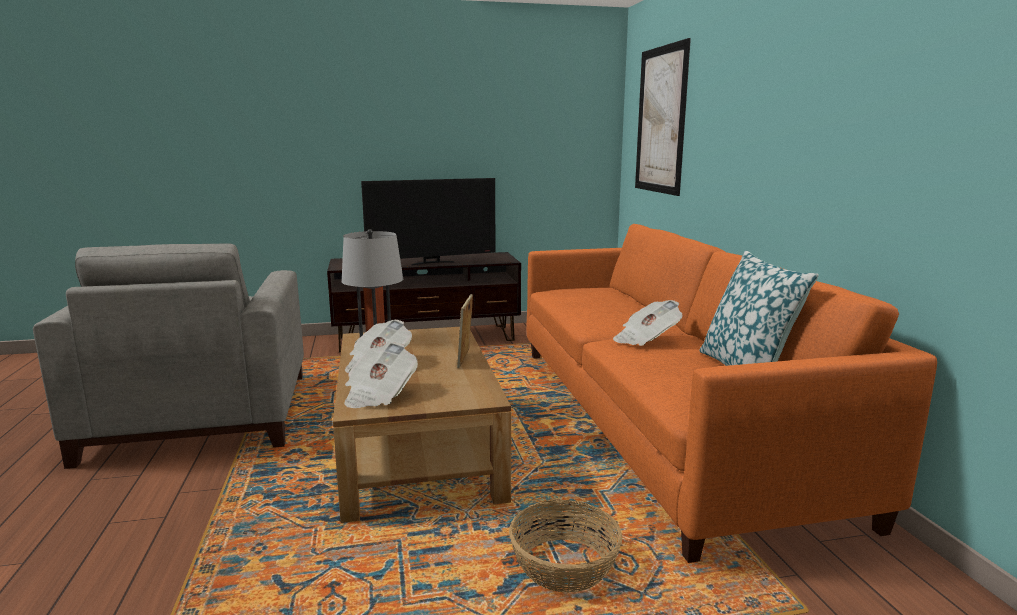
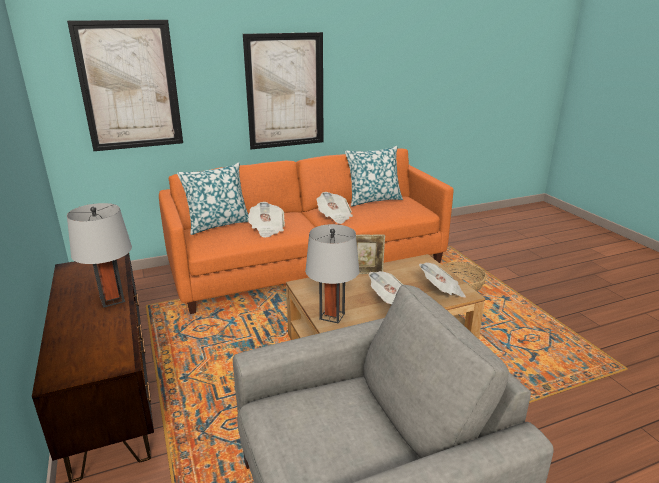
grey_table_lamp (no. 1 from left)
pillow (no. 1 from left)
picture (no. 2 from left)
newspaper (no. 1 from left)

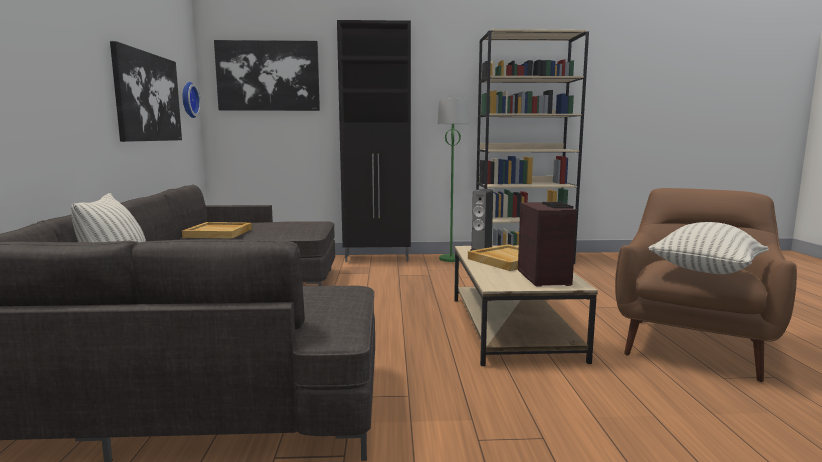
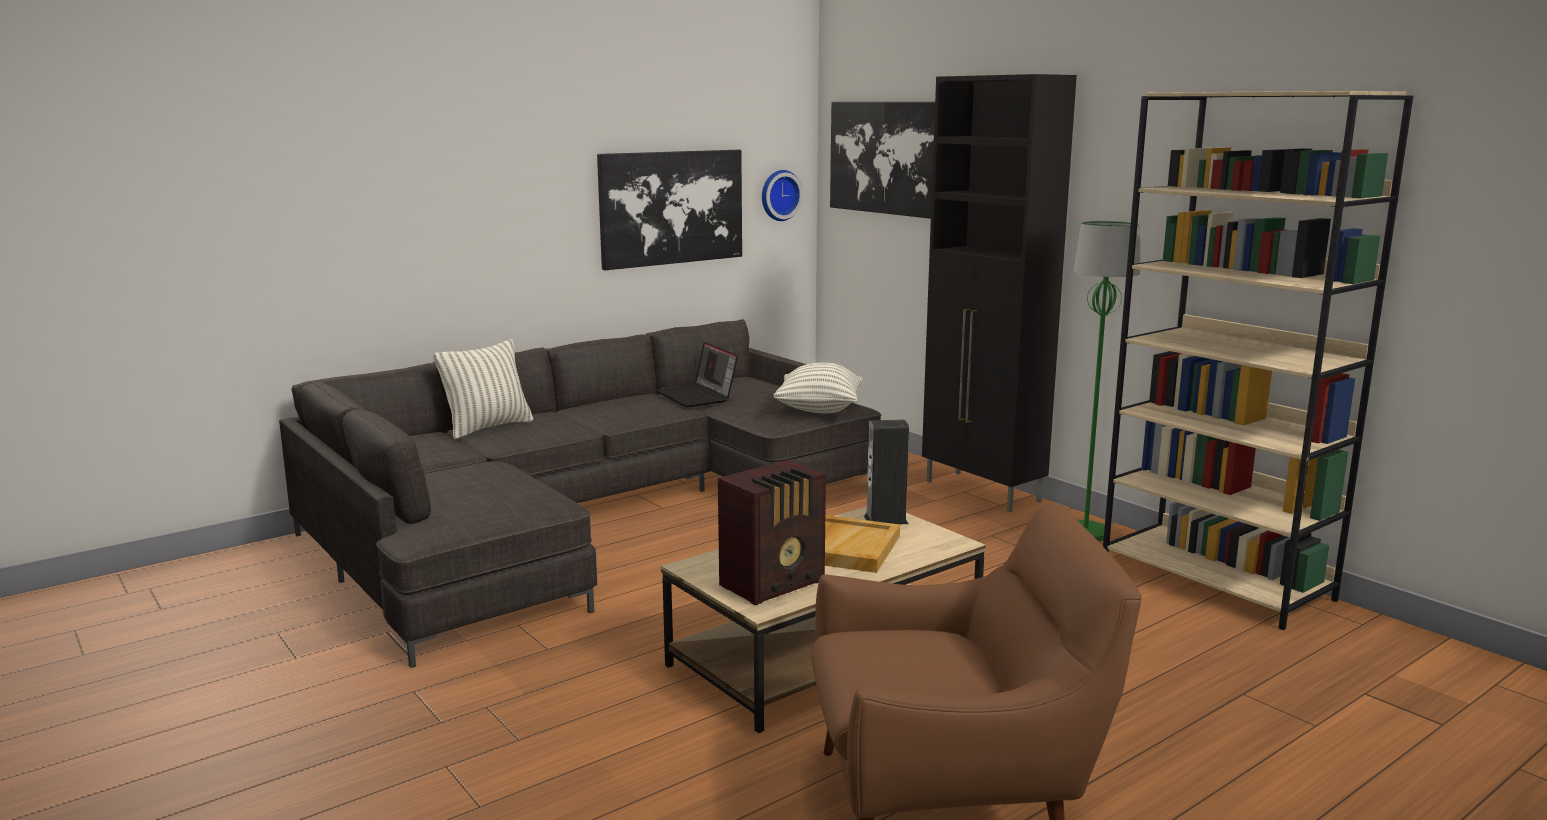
laptop
pillow (no. 2 from left)

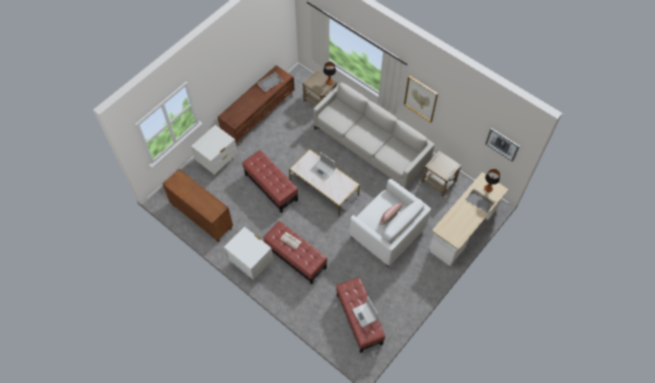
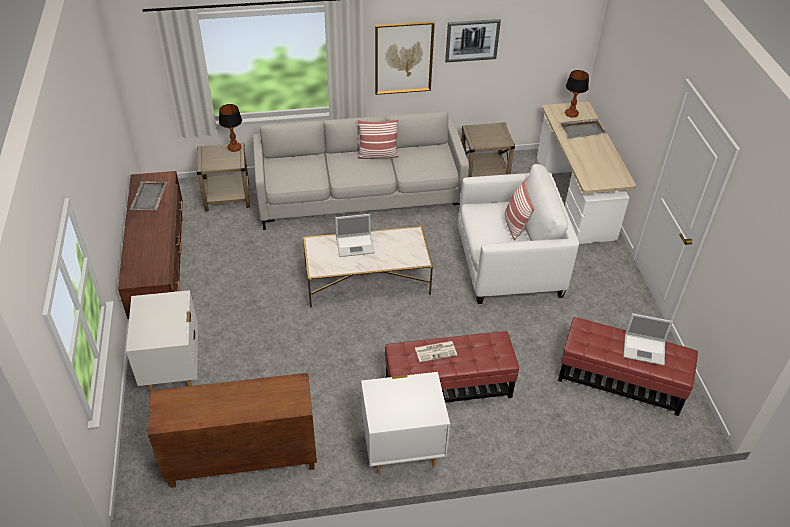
pillow (no. 1 from left)
picture (no. 2 from left)
red_ottoman (no. 1 from left in the first image)

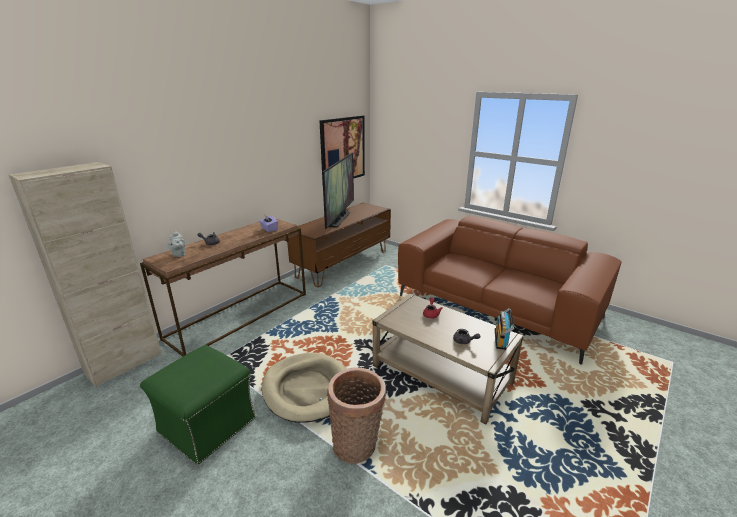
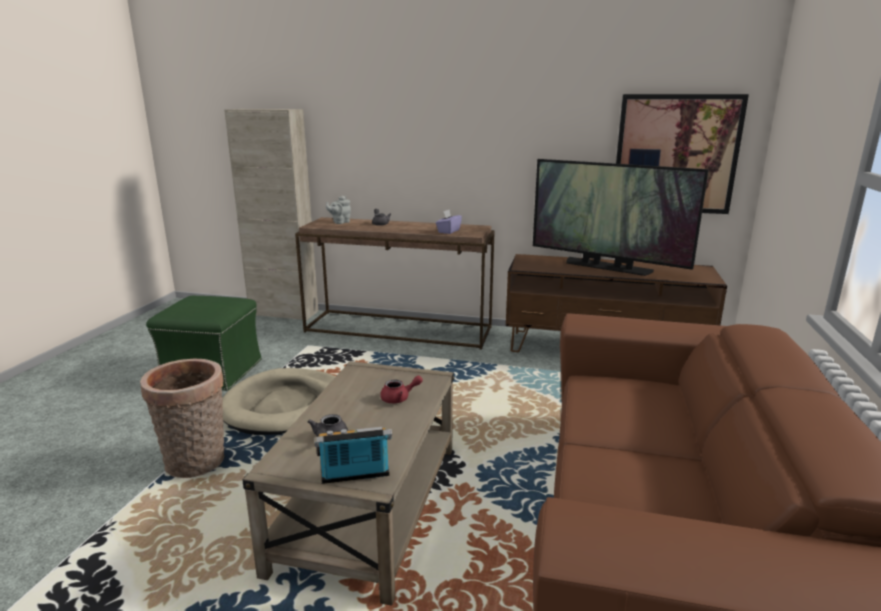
television

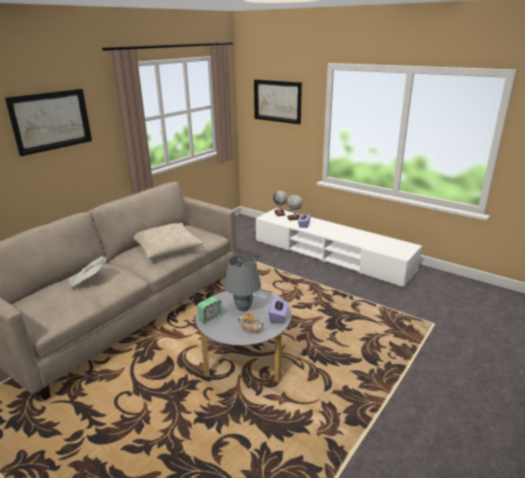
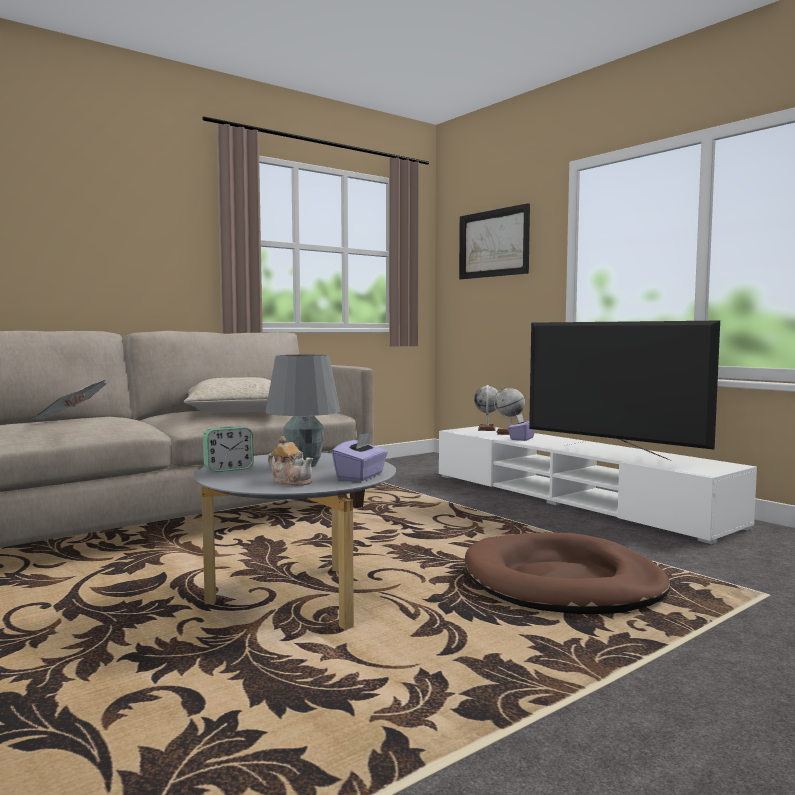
brown_dog_bed
television
picture (no. 1 from left in the first image)

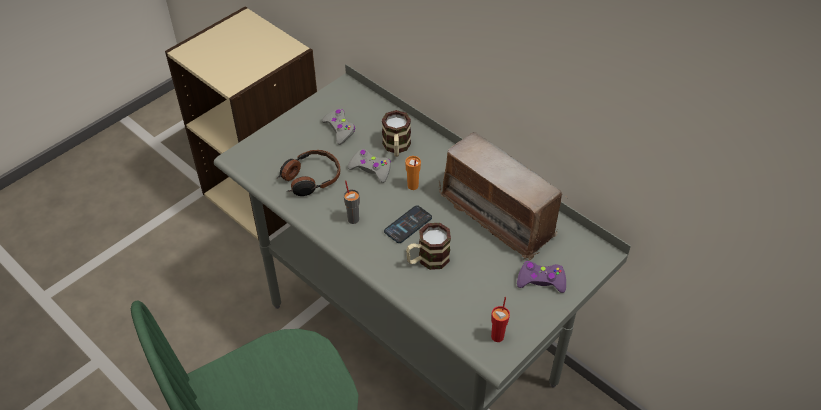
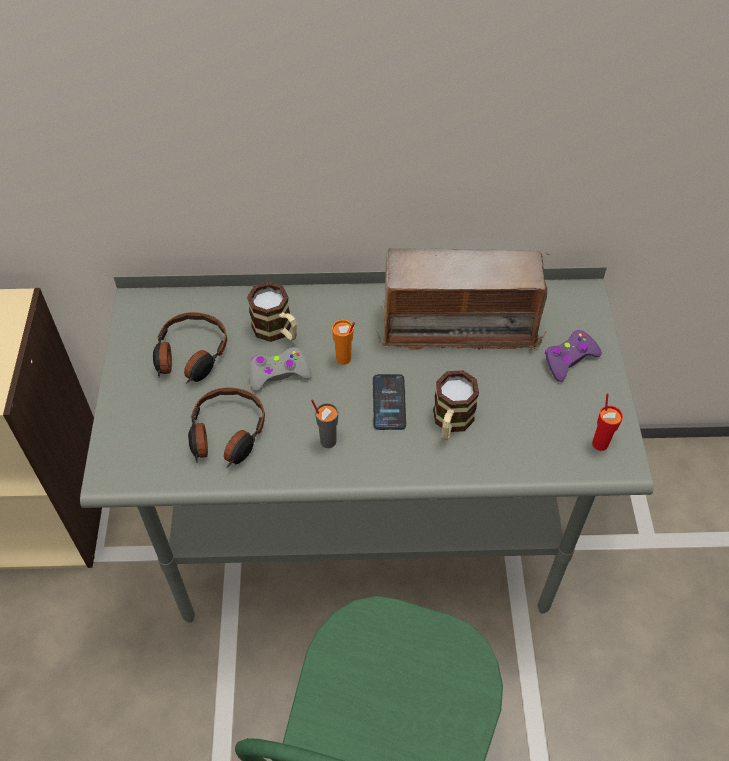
headphones (no. 1 from left)

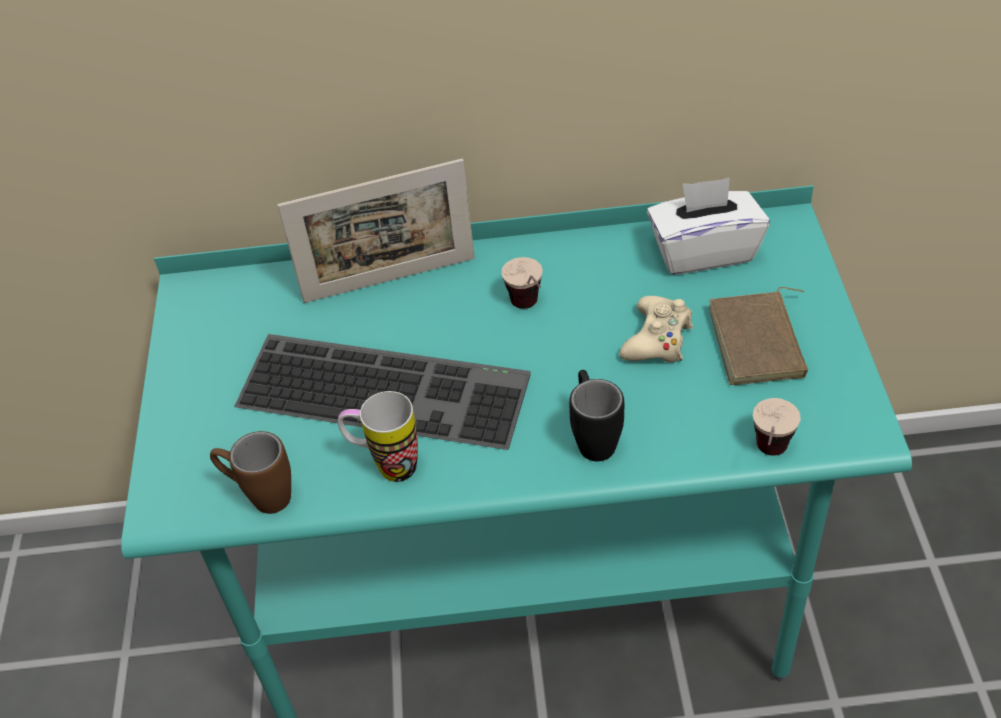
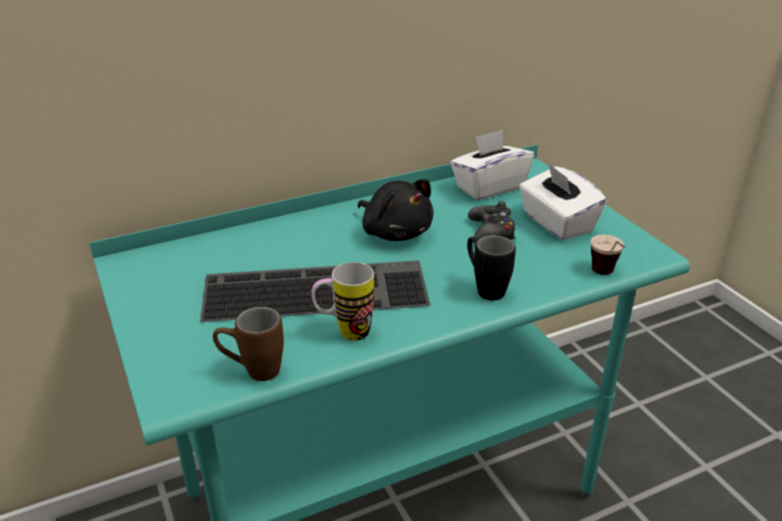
black_plush_toy
black_game_controller
white_tissue_box (no. 2 from left)
picture_frame

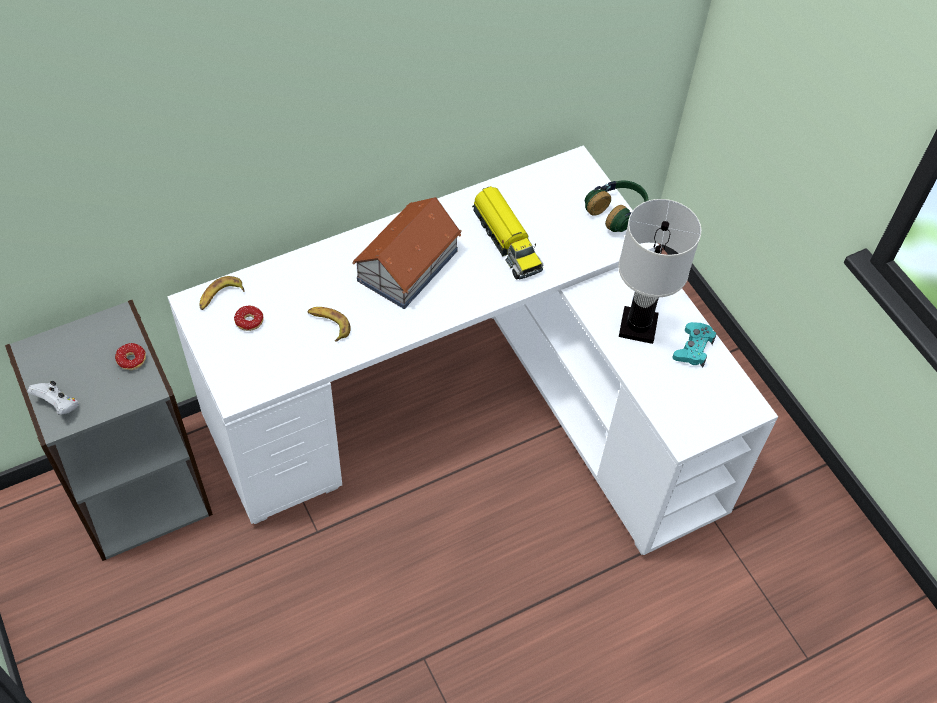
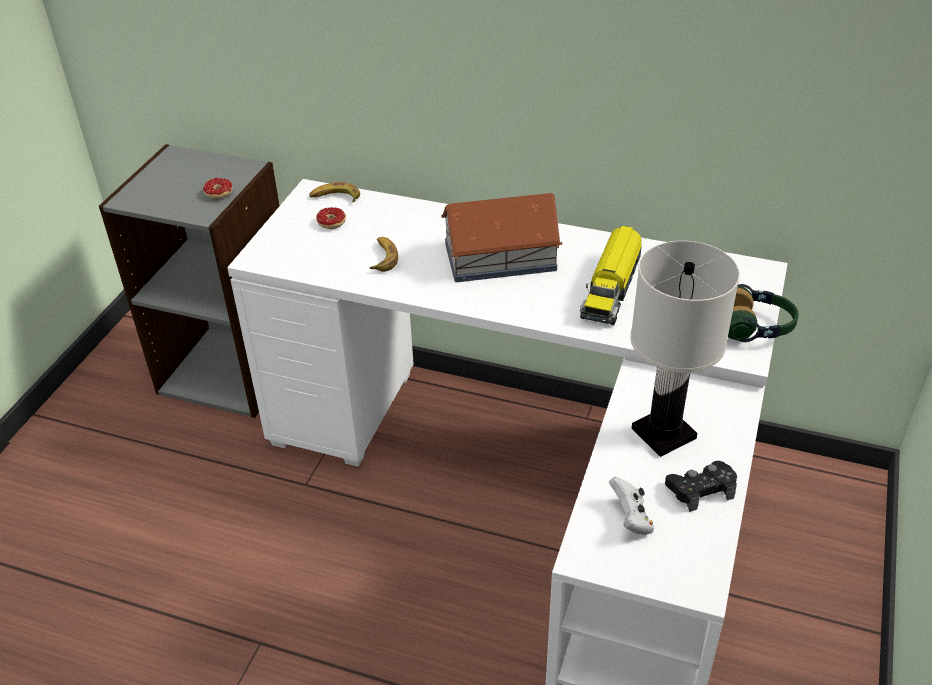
white_game_controller
black_game_controller

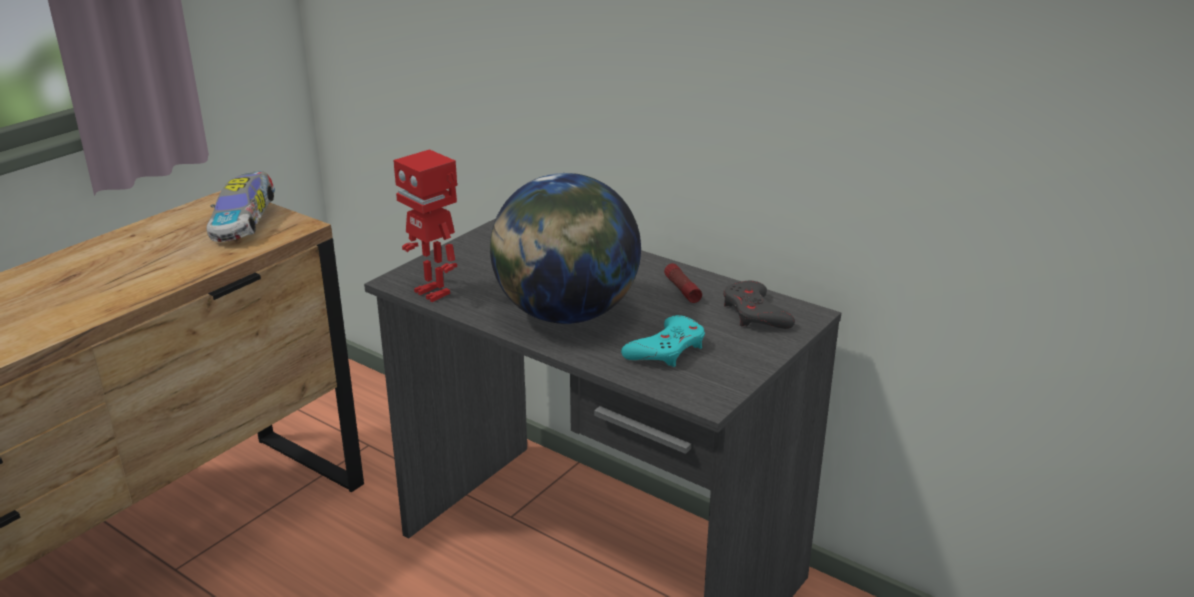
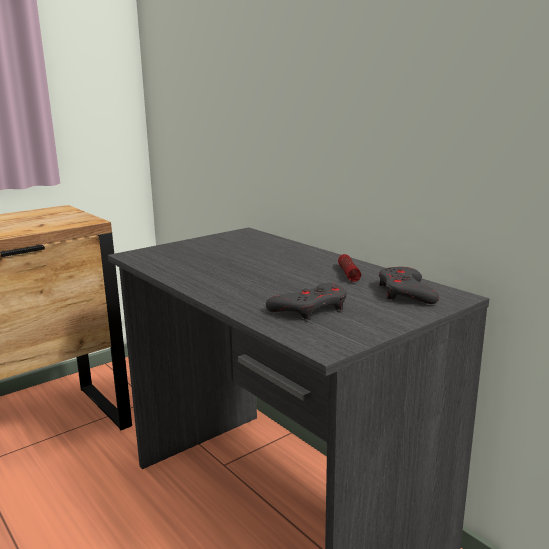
grey_game_controller (no. 1 from left)
toy_car
toy_robot
globe

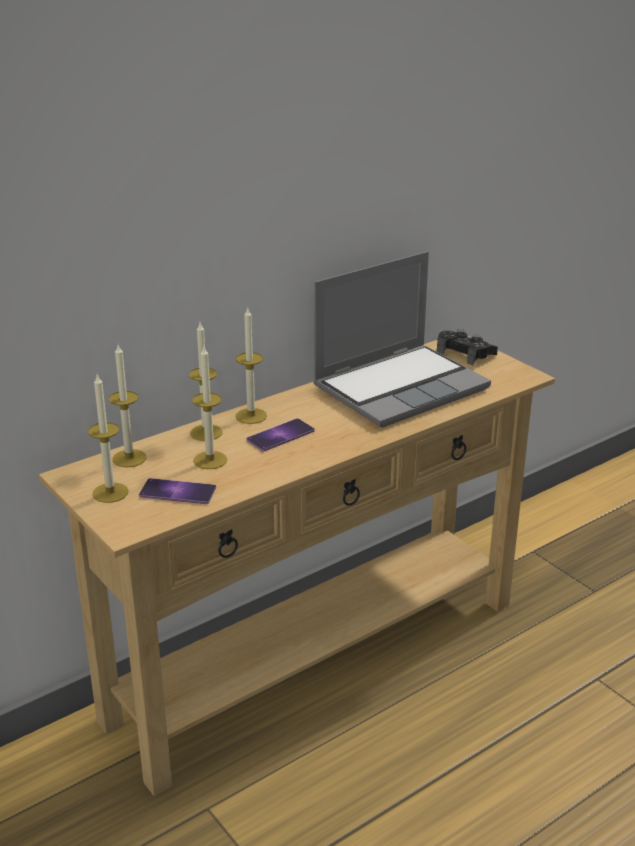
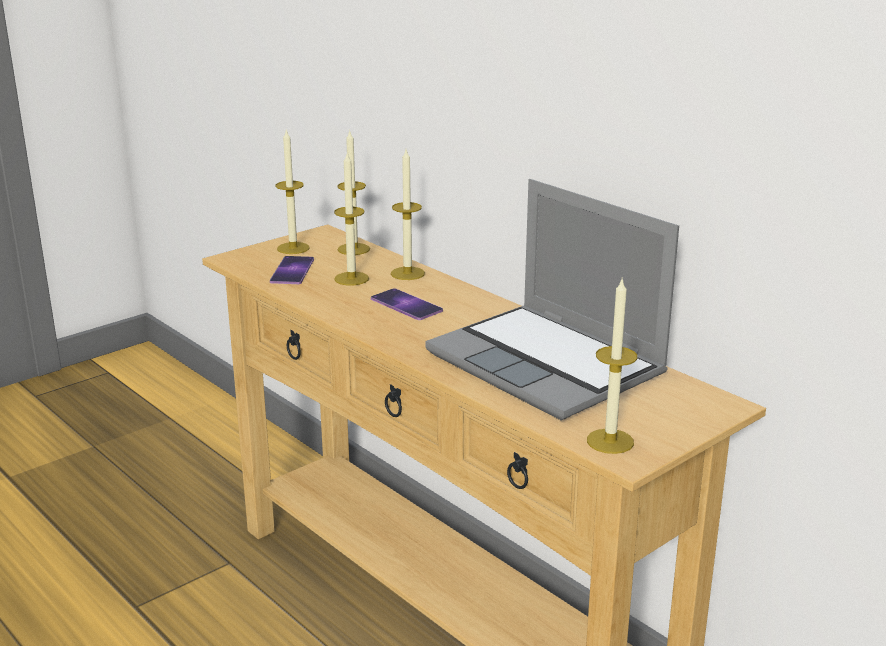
candle (no. 5 from left)
black_game_controller

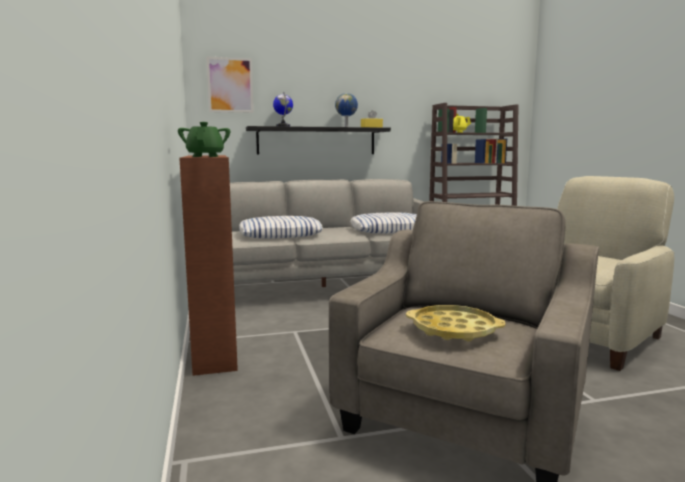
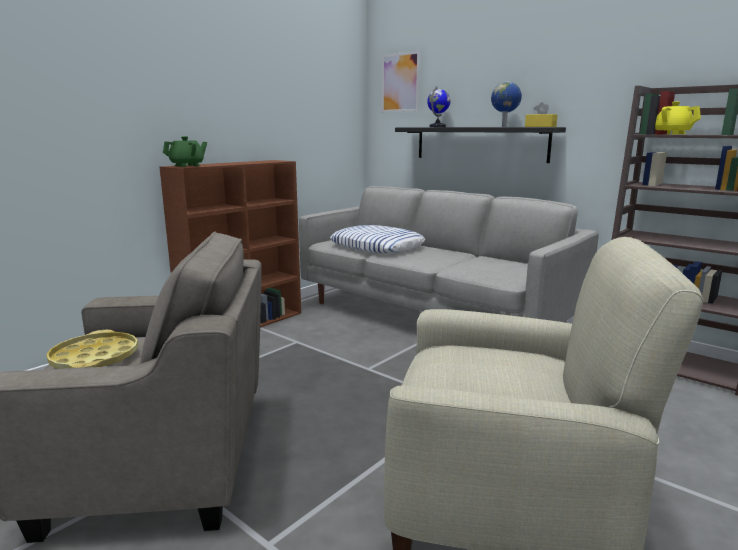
pillow (no. 2 from left in the first image)

